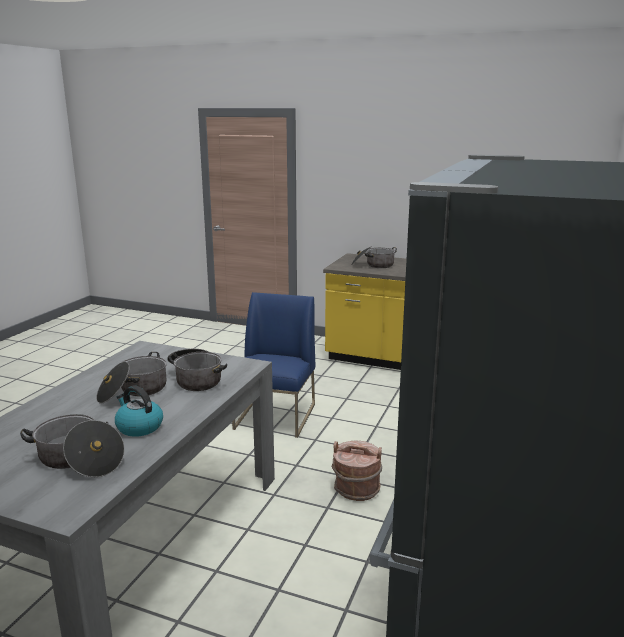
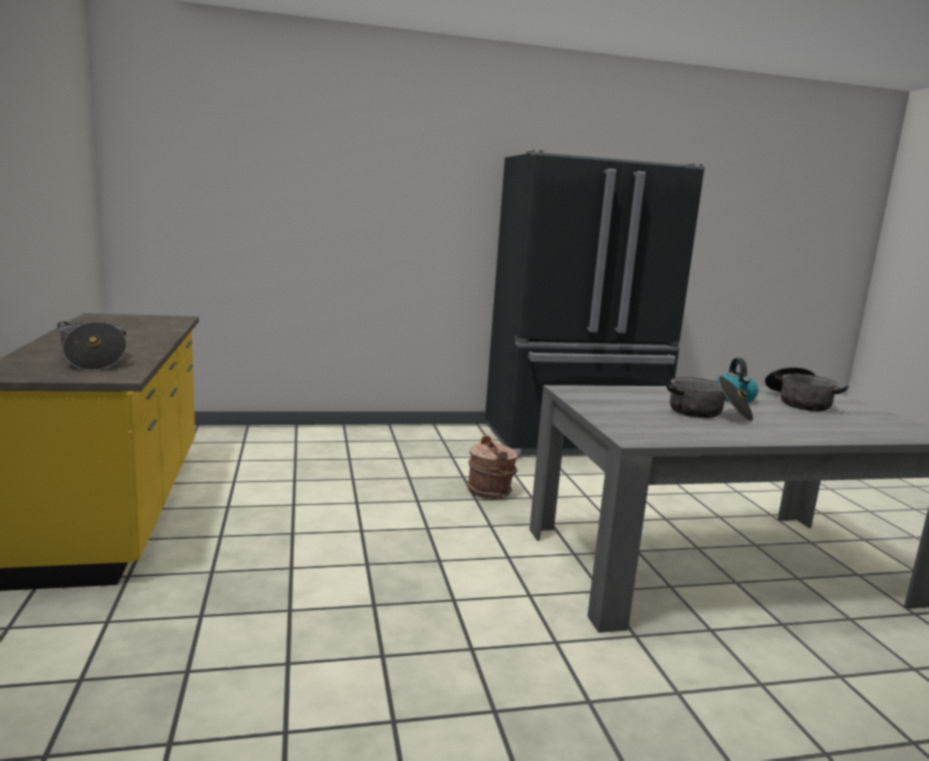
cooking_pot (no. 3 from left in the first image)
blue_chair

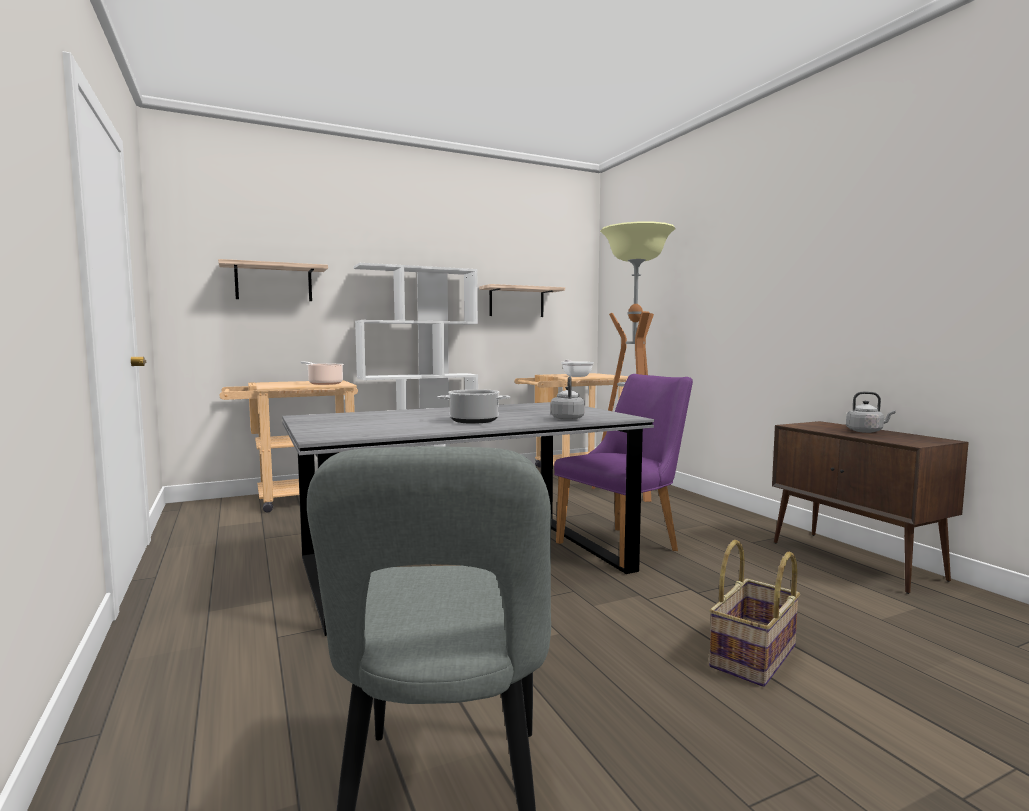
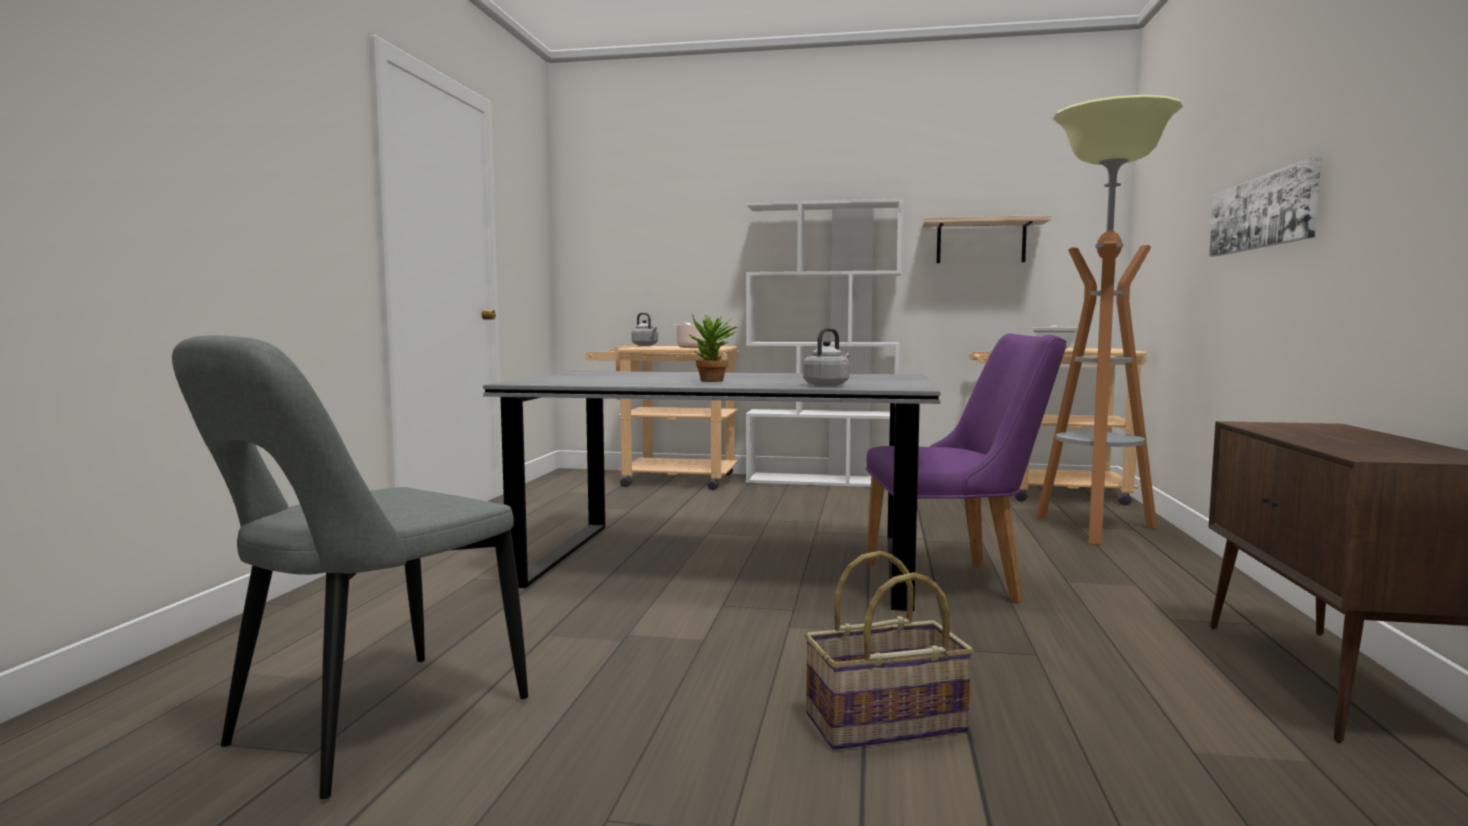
grey_kettle (no. 1 from left)
potted_plant
picture
shelf (no. 1 from left in the first image)

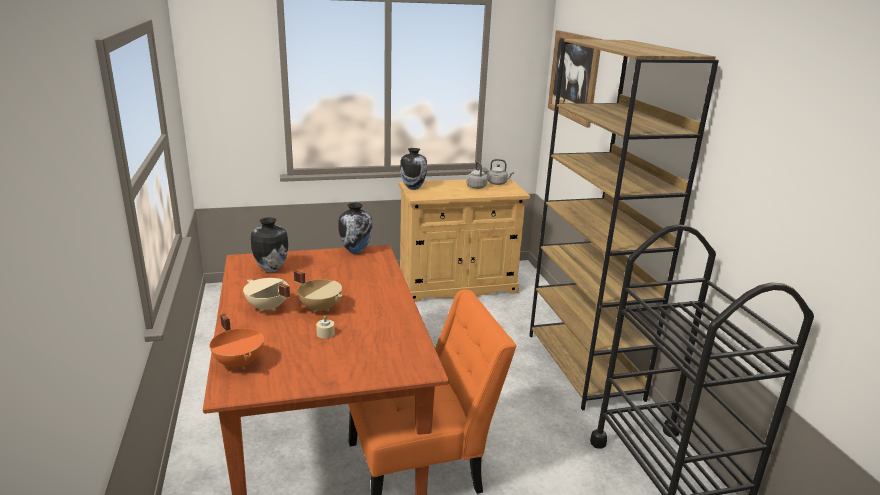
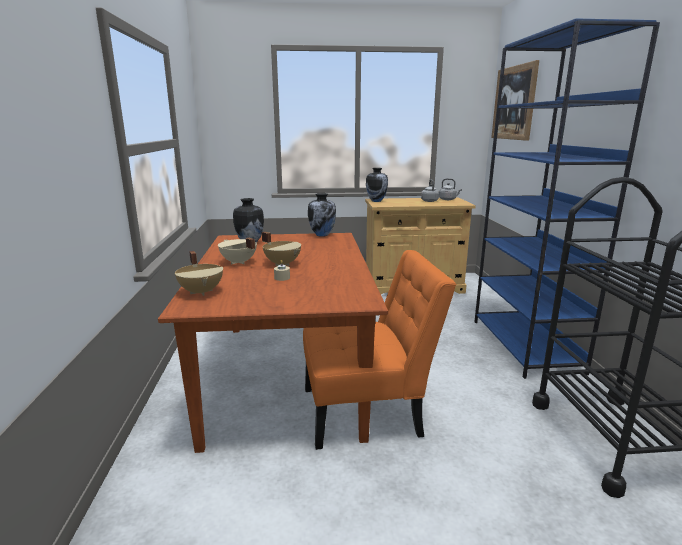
beige_cooking_pot (no. 1 from left)
blue_bookcase

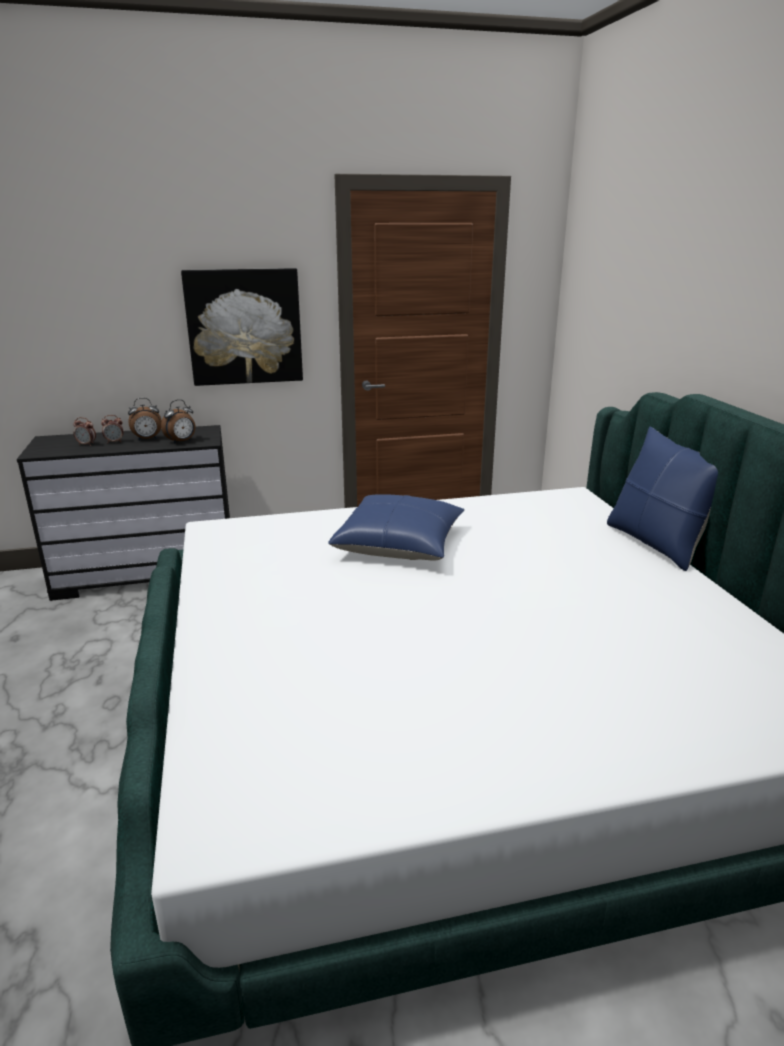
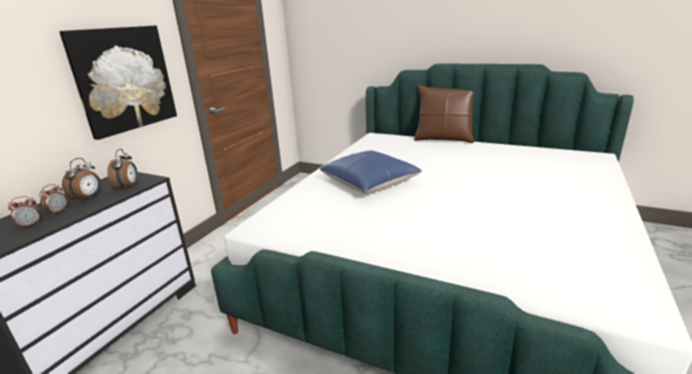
brown_pillow

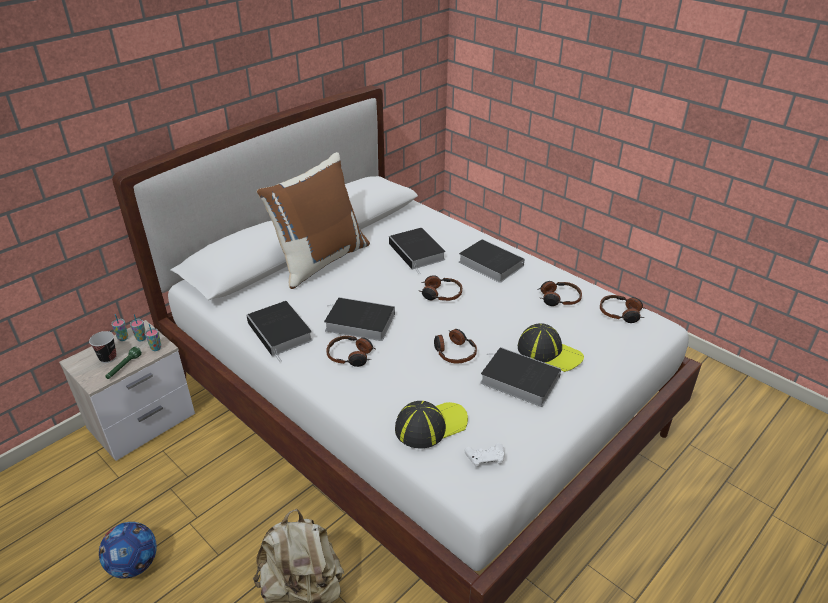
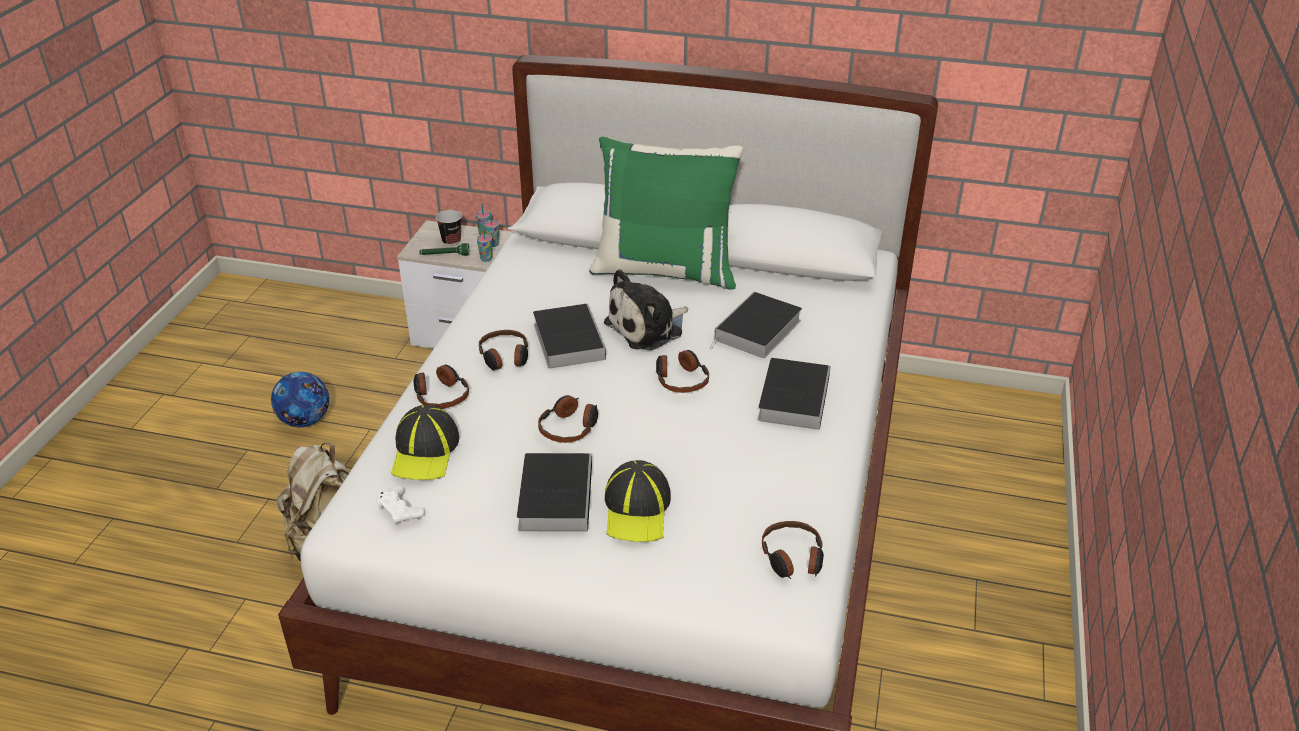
cap (no. 1 from left)
headphones (no. 1 from left)
green_pillow
plush_toy
book (no. 1 from left in the first image)

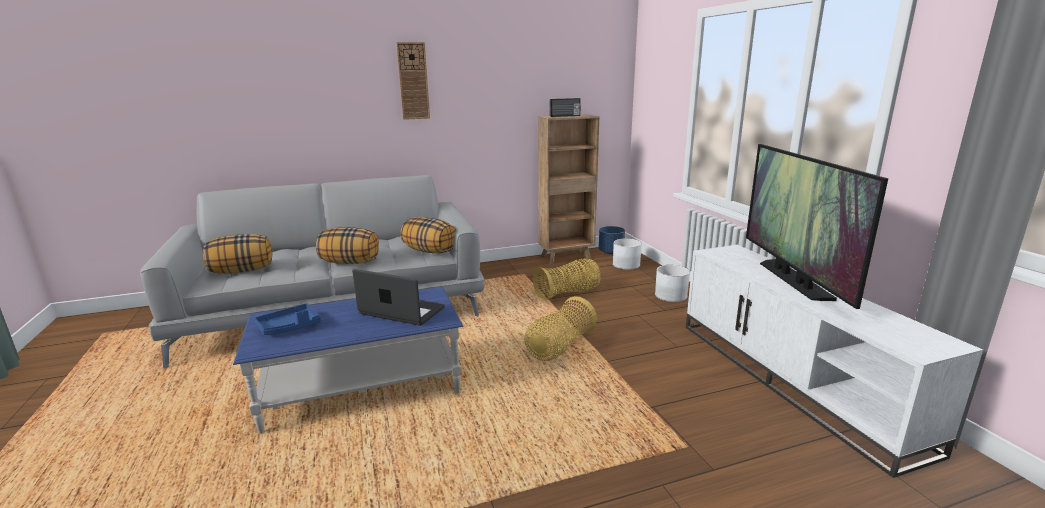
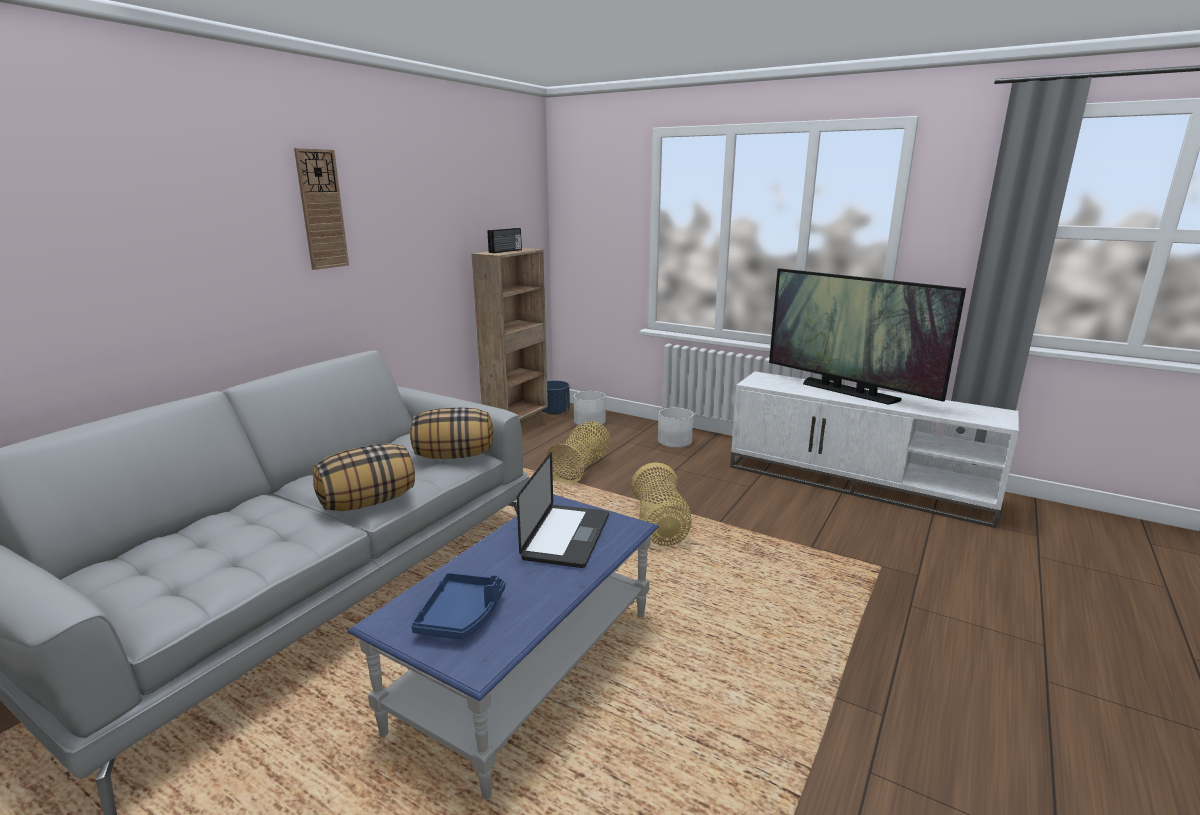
laptop
pillow (no. 1 from left in the first image)

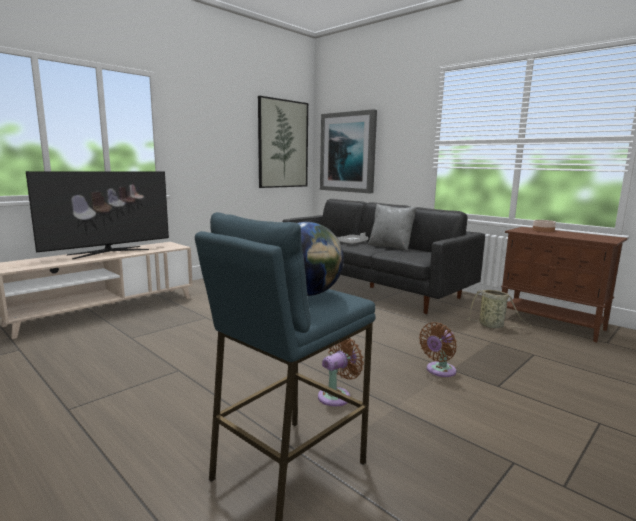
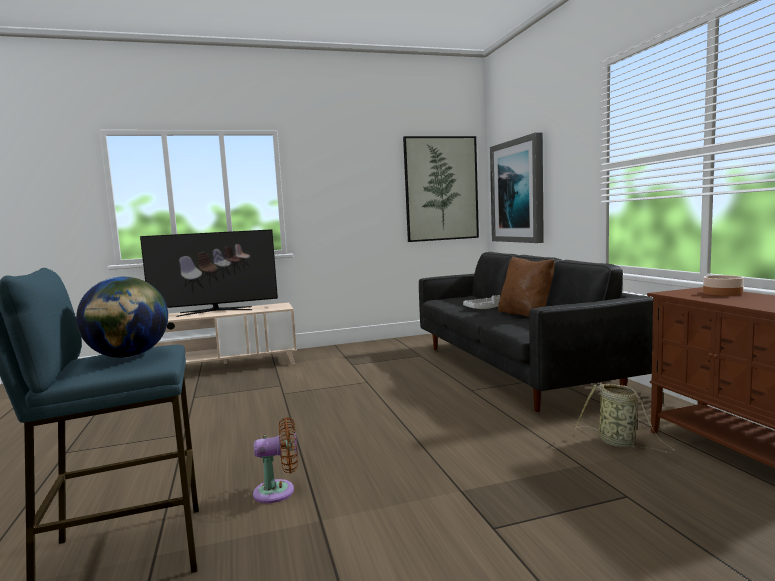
brown_pillow
brown_fan (no. 2 from left in the first image)

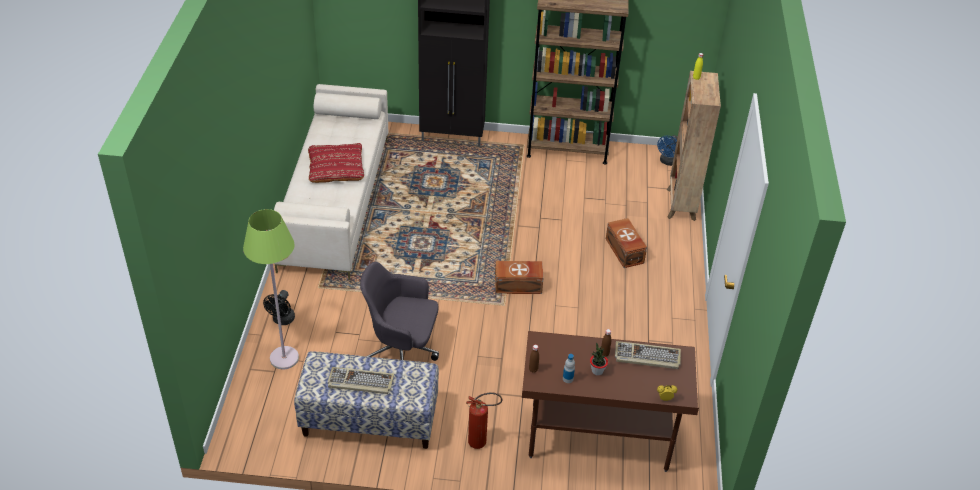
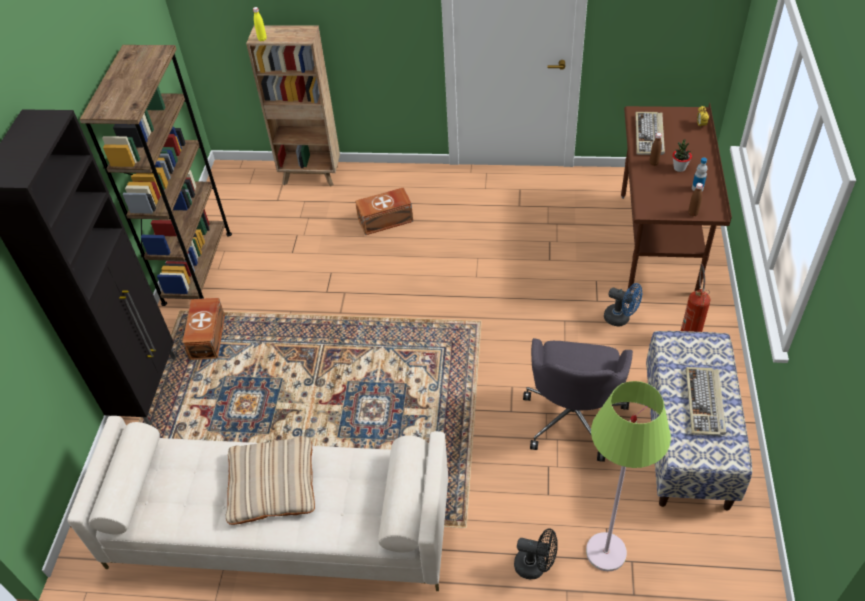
brown_storage_box (no. 1 from left)
beige_pillow
blue_fan

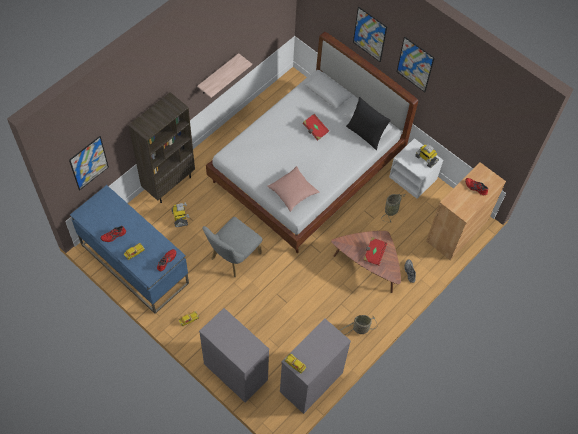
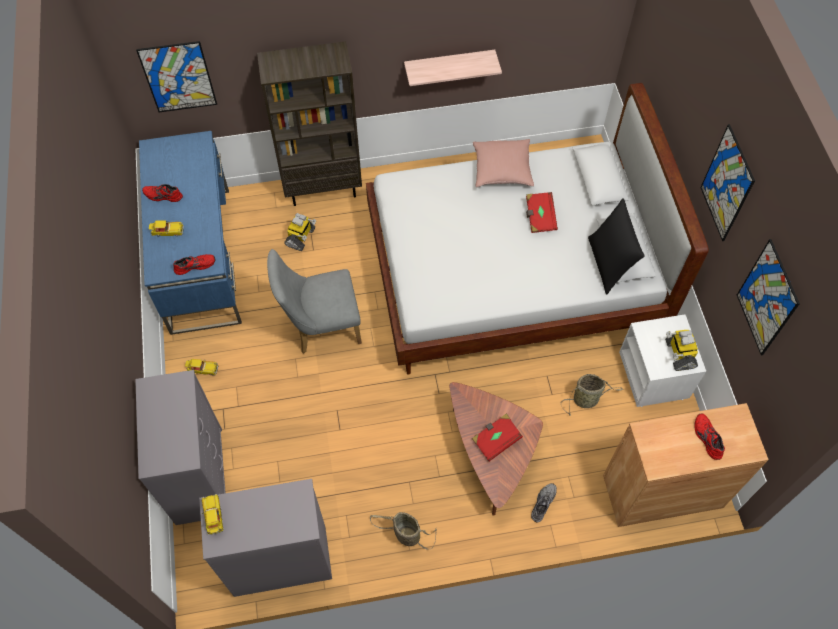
pink_pillow
picture (no. 3 from left)

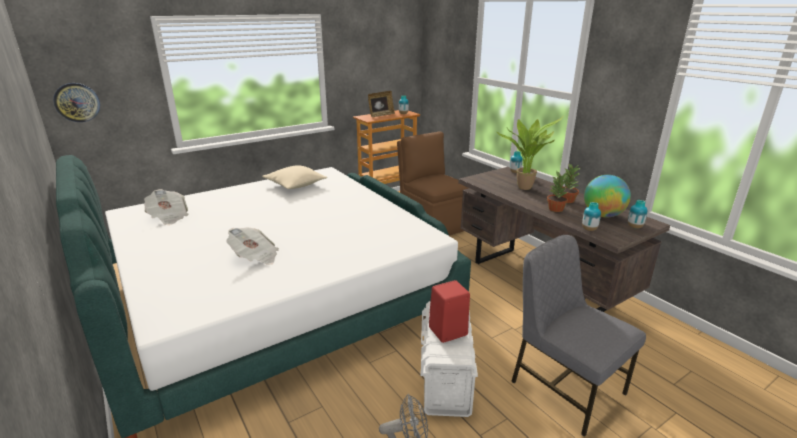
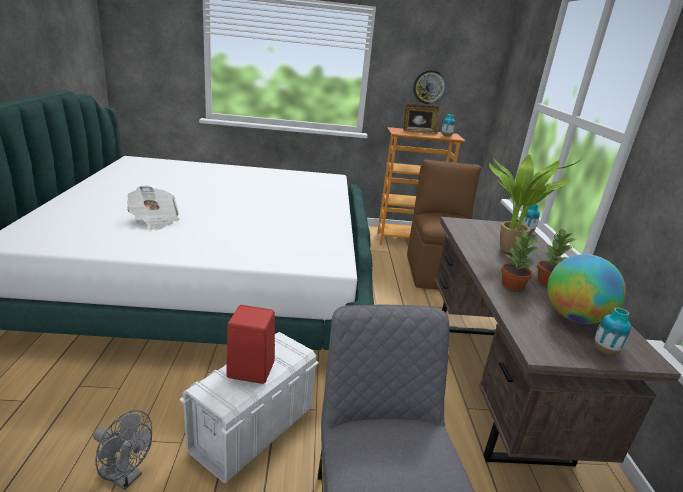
wall_clock
newspaper (no. 1 from left in the first image)
beige_pillow
vase (no. 3 from left in the first image)

